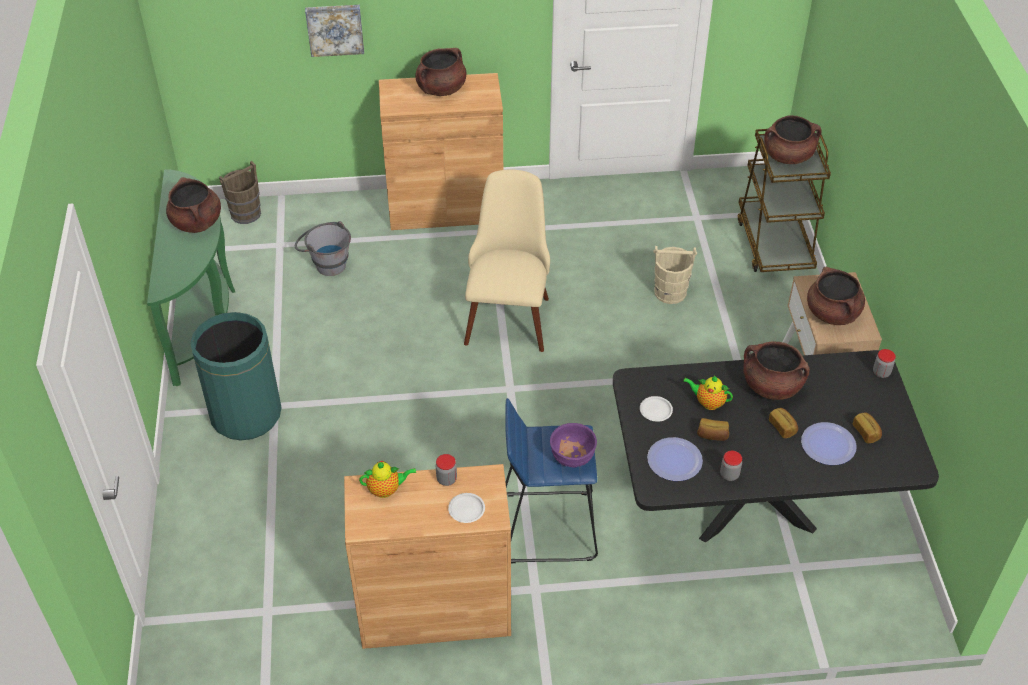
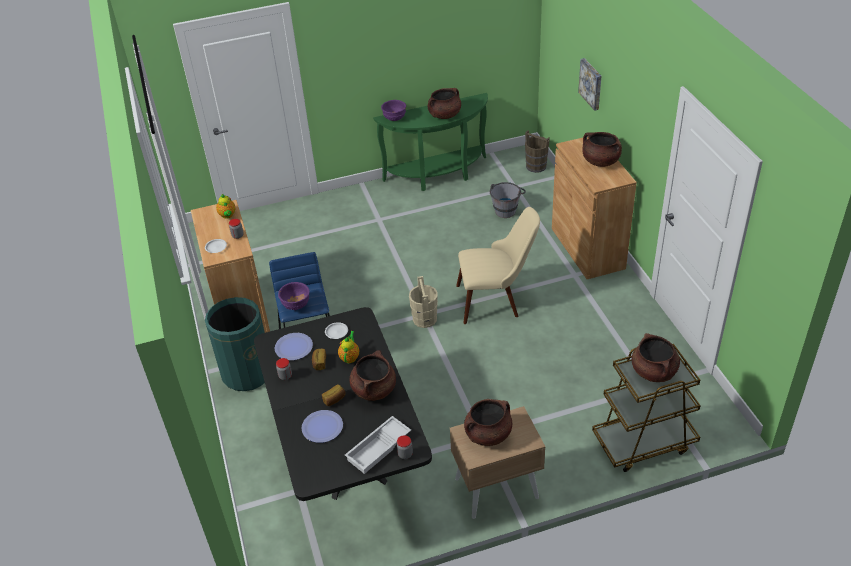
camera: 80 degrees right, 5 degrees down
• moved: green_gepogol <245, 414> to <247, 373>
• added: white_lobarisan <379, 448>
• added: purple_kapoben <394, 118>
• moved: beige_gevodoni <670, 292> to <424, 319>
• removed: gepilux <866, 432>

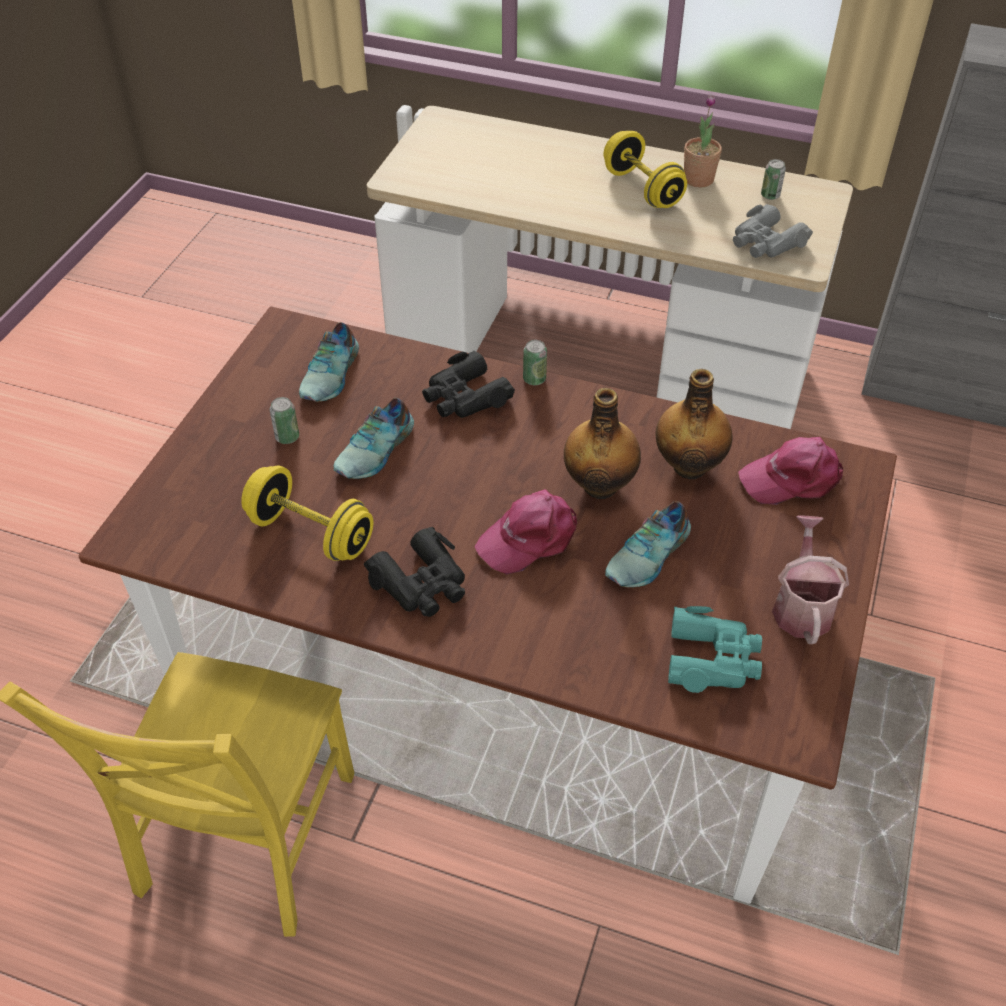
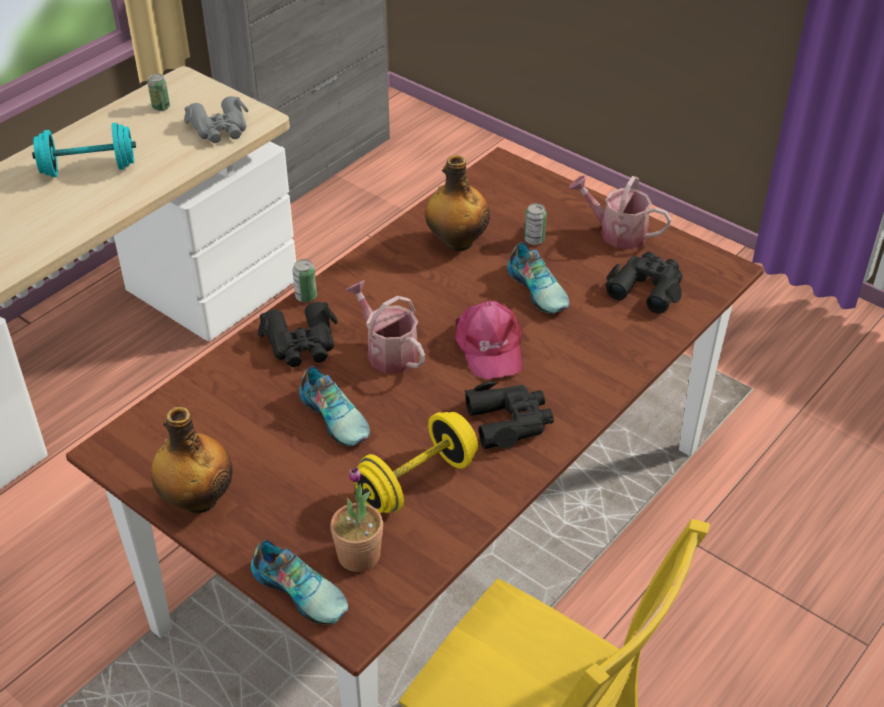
camera: 70 degrees left, 5 degrees down
• recoloured: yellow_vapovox <642, 189> to turquoise_vapovox <89, 169>
• moved: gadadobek <600, 484> to <197, 499>
• moved: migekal <332, 375> to <301, 589>
• moved: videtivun <698, 179> to <359, 555>
• added: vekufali <387, 351>
• moved: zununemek <287, 437> to <534, 240>
• recoloured: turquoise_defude <712, 659> to black_defude <647, 287>
• removed: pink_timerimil <792, 478>

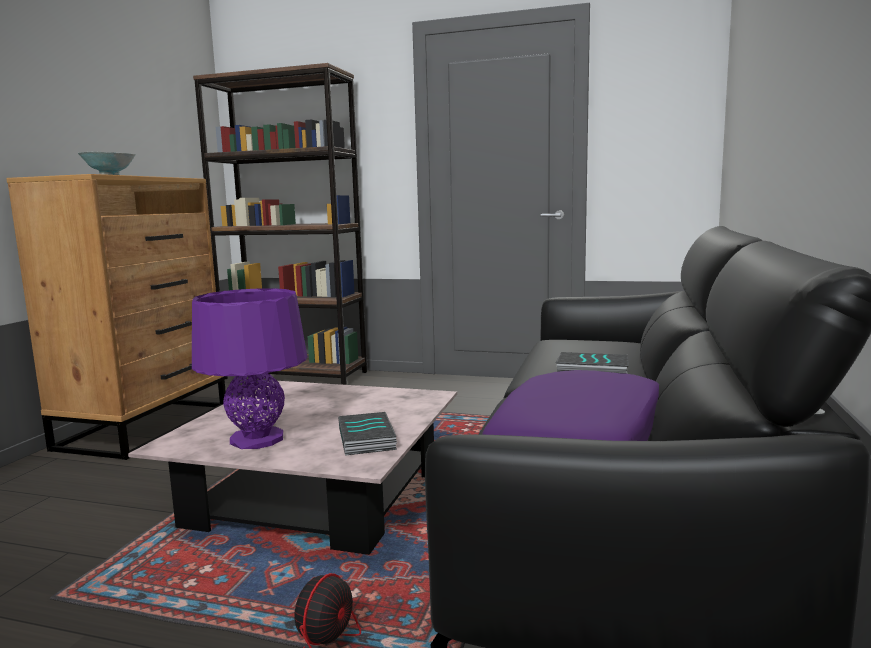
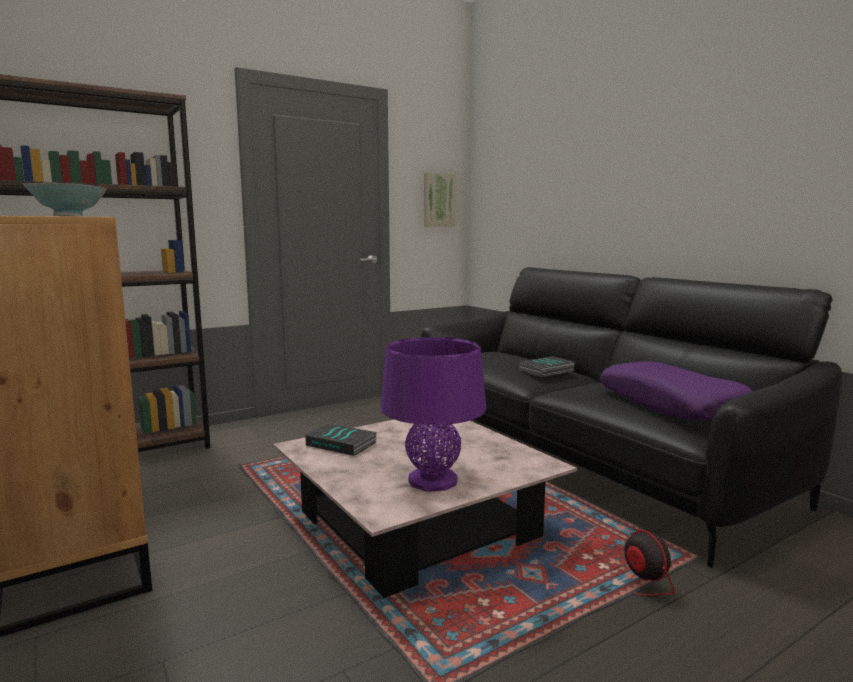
camera: 50 degrees left, 0 degrees up
• moved: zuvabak <368, 439> to <342, 444>
• added: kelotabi <438, 200>

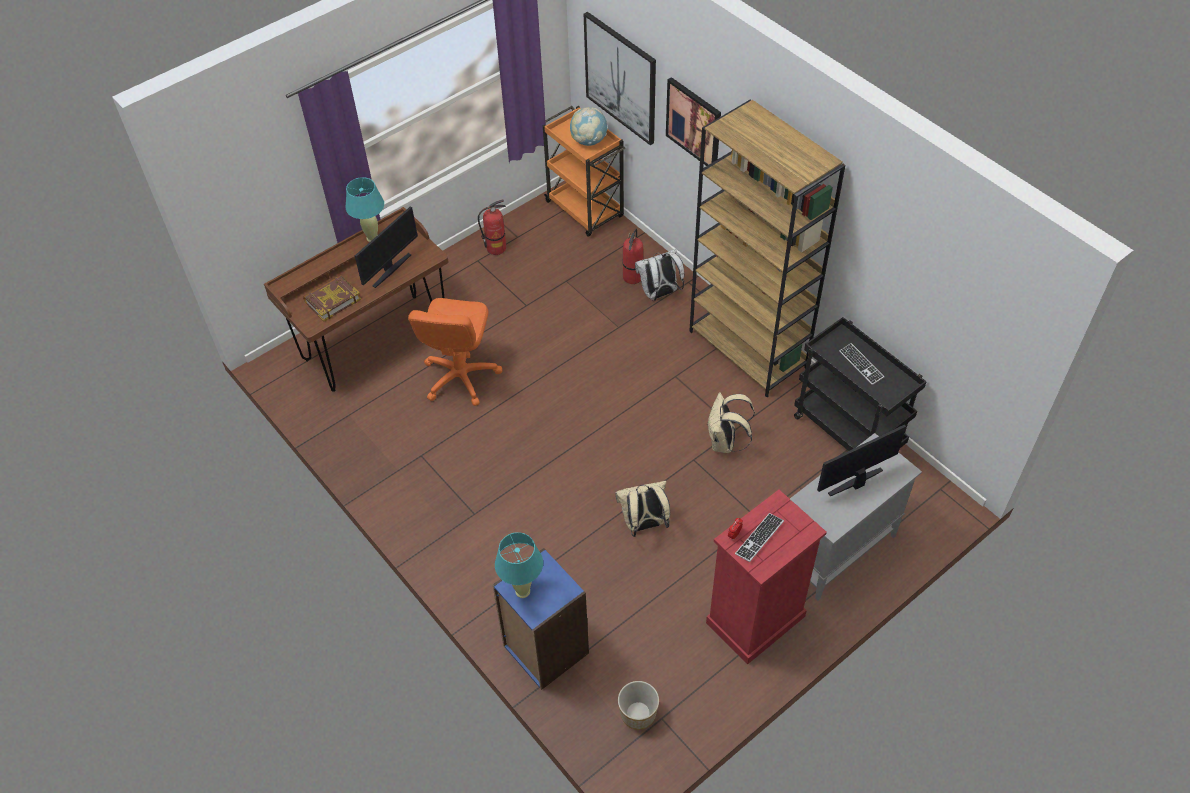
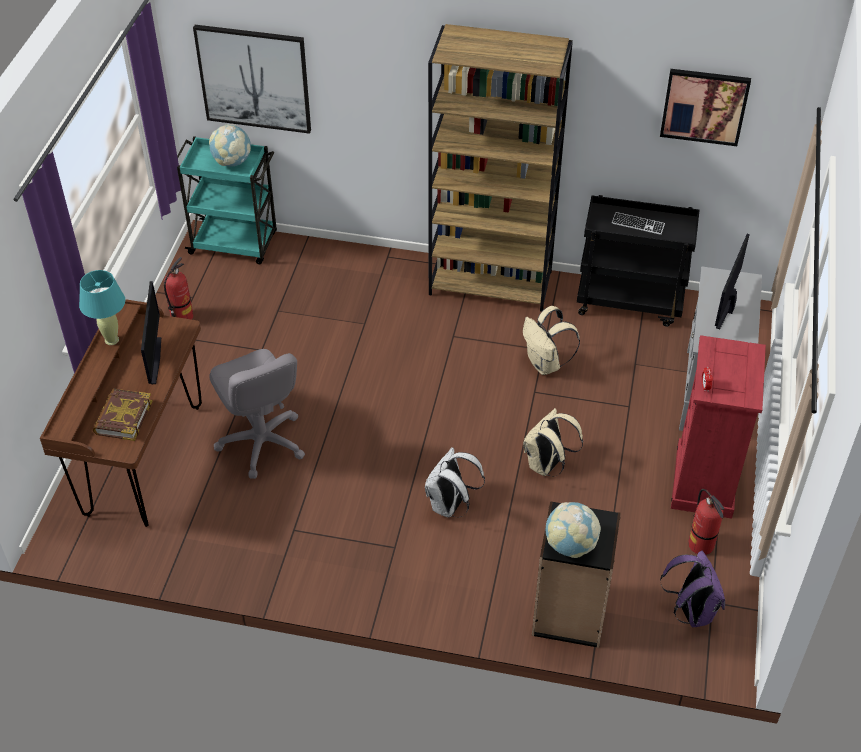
camera: 40 degrees left, 5 degrees down
• recoloured: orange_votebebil <585, 210> to turquoise_votebebil <235, 244>
• recoloured: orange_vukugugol <460, 377> to grey_vukugugol <261, 443>
• moved: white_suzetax <659, 294> to <450, 506>
• recoloured: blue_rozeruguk <545, 650> to black_rozeruguk <569, 615>
• replaced: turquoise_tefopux <522, 591> to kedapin <570, 545>
• moved: kelotabi <694, 123> to <704, 106>
• replaced: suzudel <637, 713> to purple_suzetax <690, 611>
• moved: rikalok <633, 277> to <701, 545>
• removed: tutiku <759, 538>

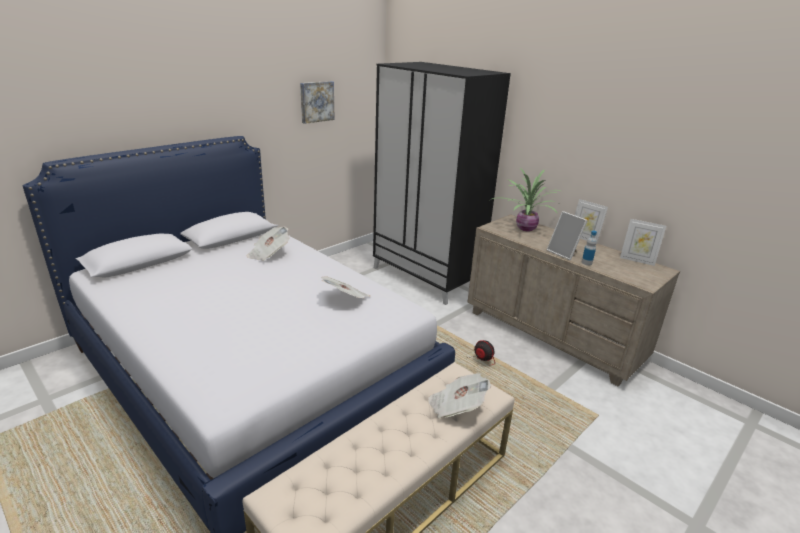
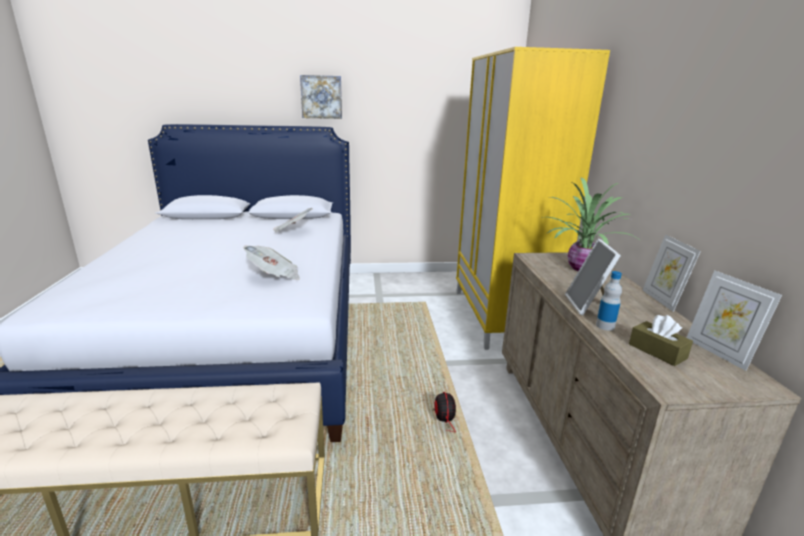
camera: 40 degrees right, 5 degrees down
• moved: kelotabi <316, 101> to <321, 97>
• recoloured: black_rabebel <426, 277> to yellow_rabebel <501, 317>
• added: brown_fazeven <657, 351>
• removed: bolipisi <456, 407>

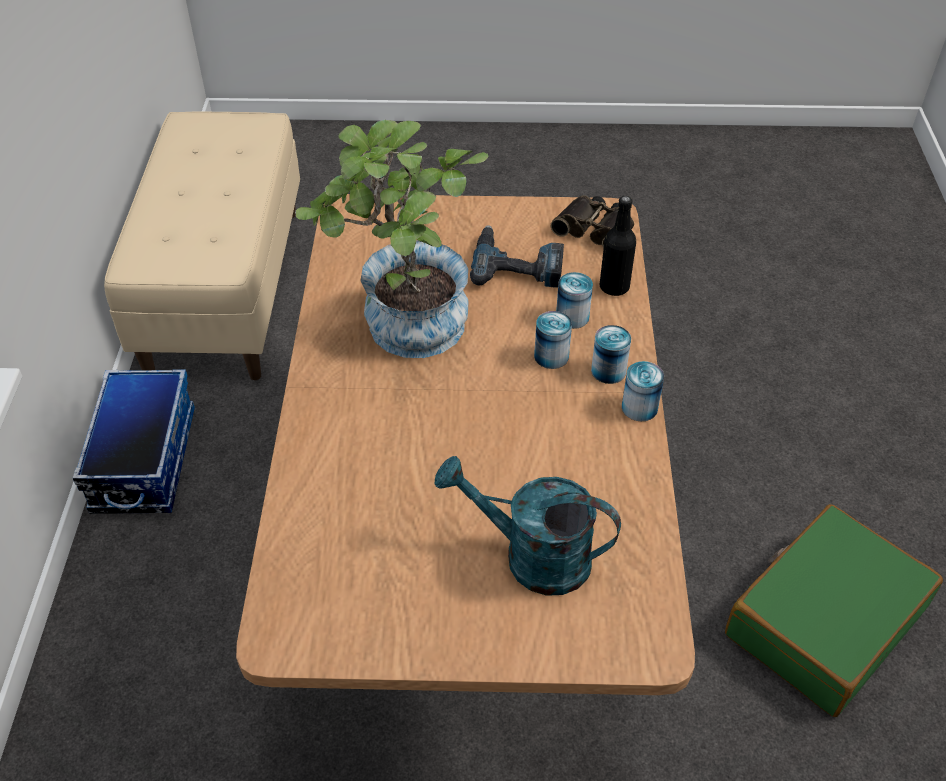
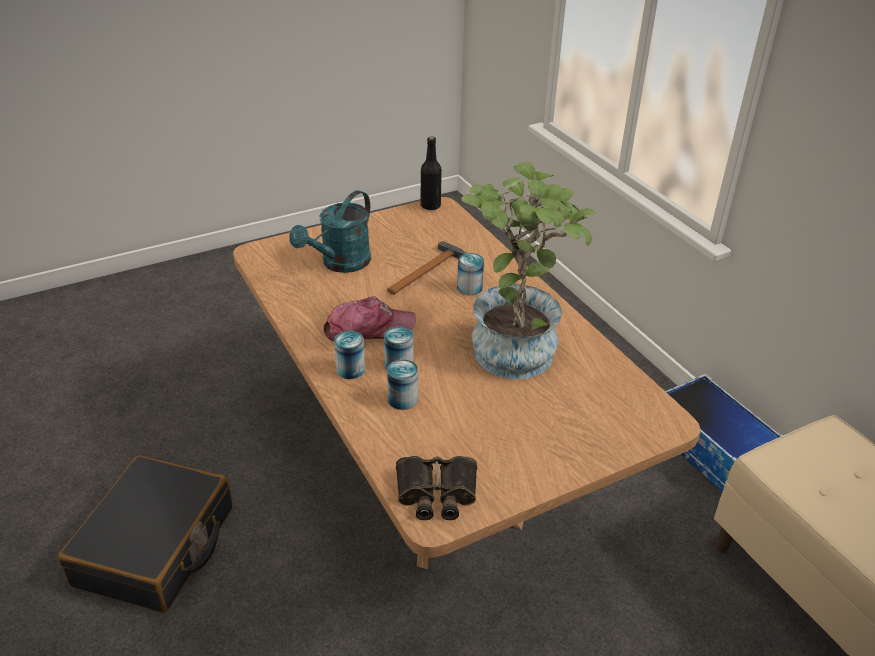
camera: 150 degrees right, 10 degrees down
• recoloured: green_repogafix <823, 621> to black_repogafix <156, 546>
• turned: turquoise_vekufali <531, 556> = <340, 264> 135 degrees clockwise
• added: timerimil <368, 329>
• added: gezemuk <428, 270>
• moved: black_gadadobek <614, 287> to <430, 206>
• moved: zununemek <639, 407> to <469, 288>
• removed: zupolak <517, 264>

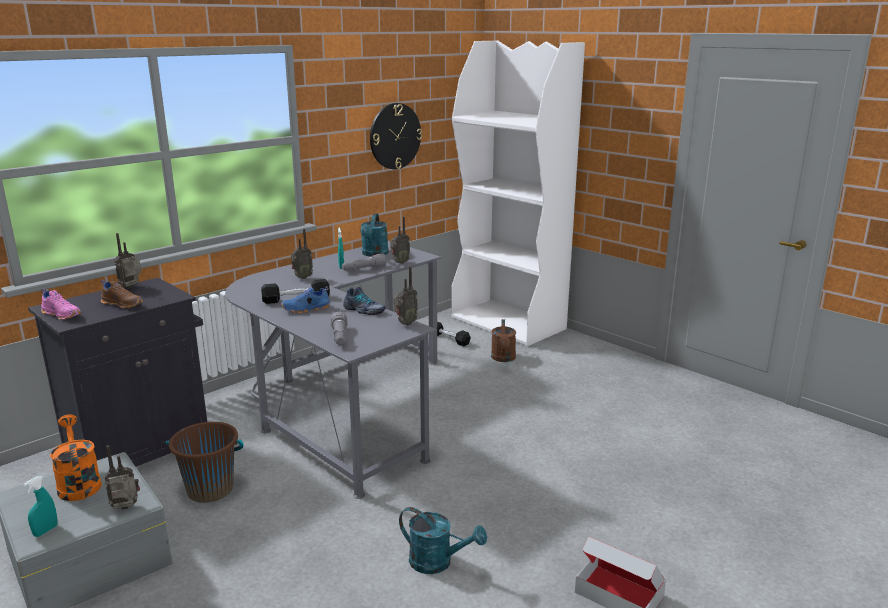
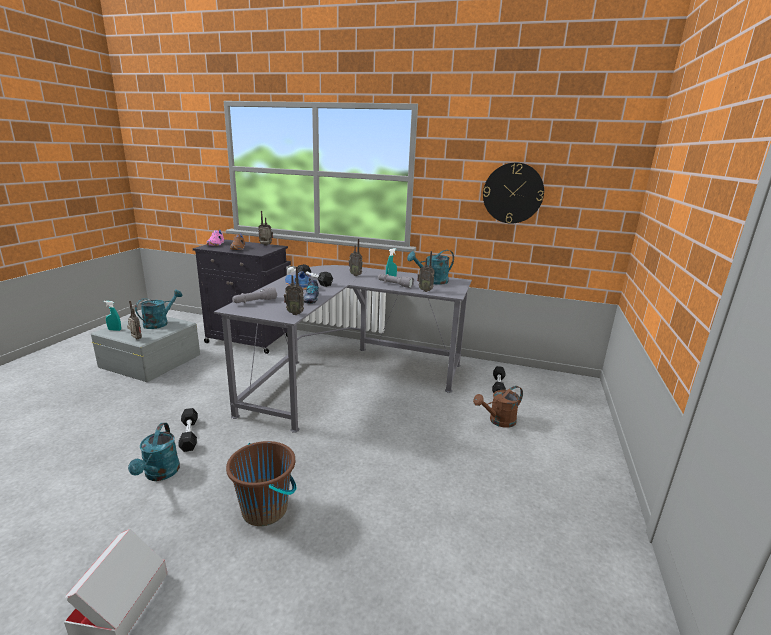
camera: 60 degrees right, 0 degrees up
• recoloured: orange_vekufali <78, 483> to turquoise_vekufali <159, 323>
• added: black_vapovox <189, 435>
• moved: brown_gevodoni <210, 489> to <265, 509>
• removed: white_rozeruguk <509, 323>

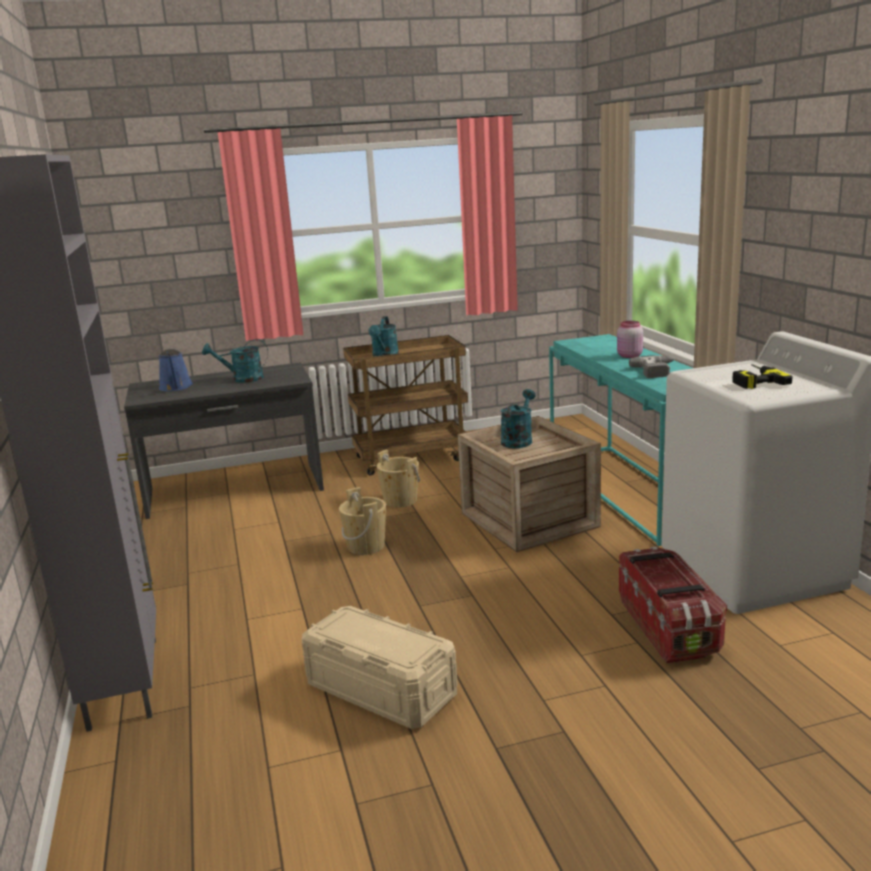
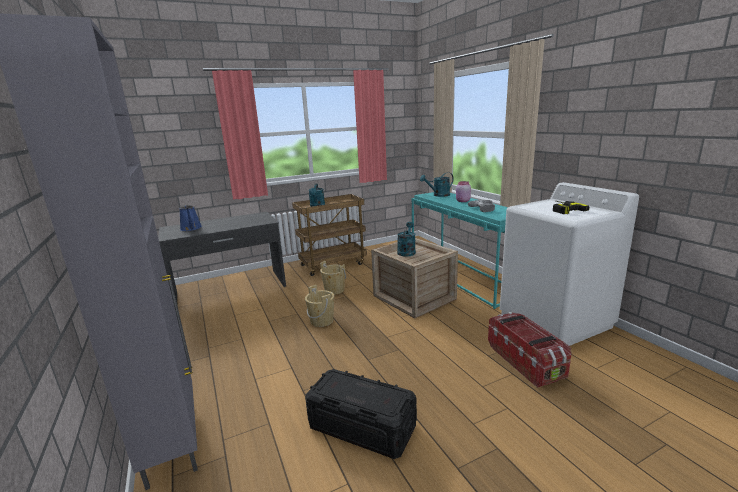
camera: 10 degrees left, 0 degrees up
• recoloured: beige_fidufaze <381, 689> to black_fidufaze <362, 426>
• moved: turquoise_vekufali <242, 379> to <438, 195>

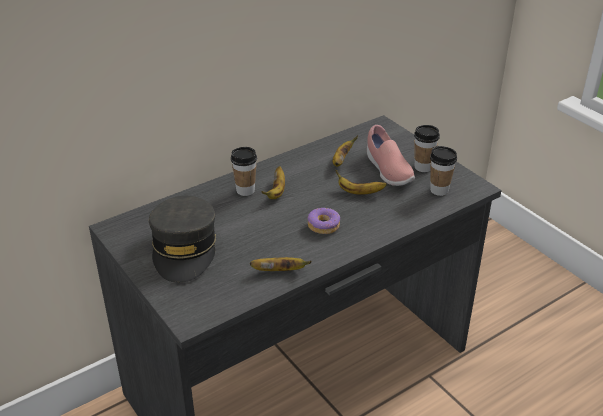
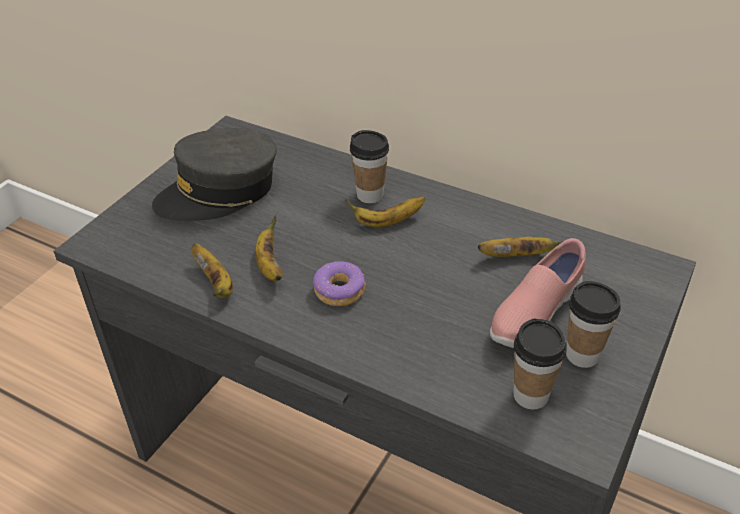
camera: 65 degrees right, 5 degrees up
• moved: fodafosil <359, 192> to <269, 265>

